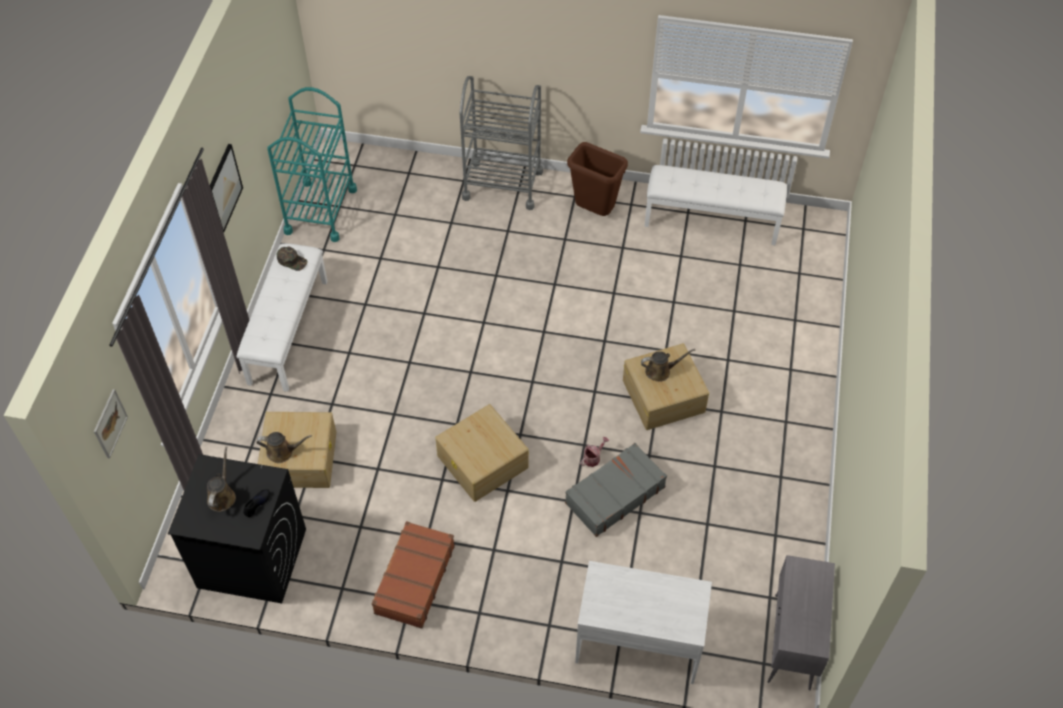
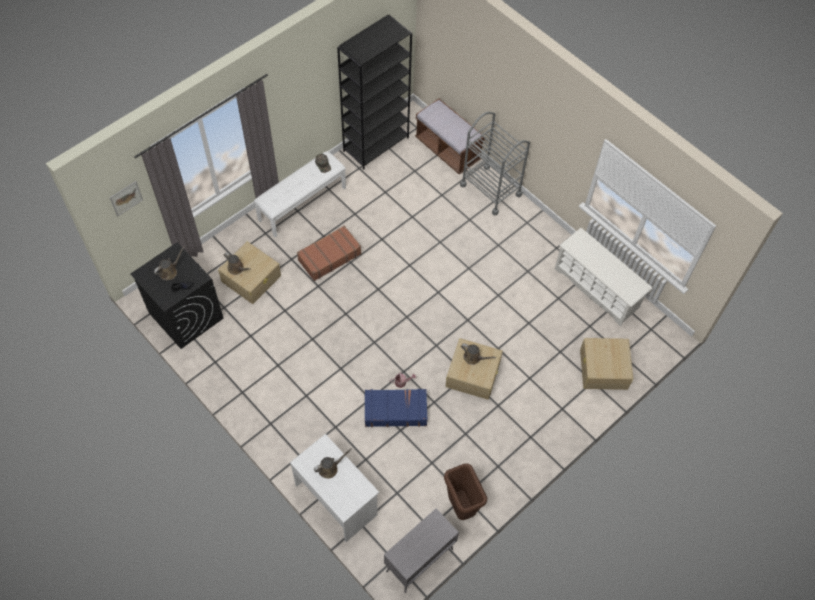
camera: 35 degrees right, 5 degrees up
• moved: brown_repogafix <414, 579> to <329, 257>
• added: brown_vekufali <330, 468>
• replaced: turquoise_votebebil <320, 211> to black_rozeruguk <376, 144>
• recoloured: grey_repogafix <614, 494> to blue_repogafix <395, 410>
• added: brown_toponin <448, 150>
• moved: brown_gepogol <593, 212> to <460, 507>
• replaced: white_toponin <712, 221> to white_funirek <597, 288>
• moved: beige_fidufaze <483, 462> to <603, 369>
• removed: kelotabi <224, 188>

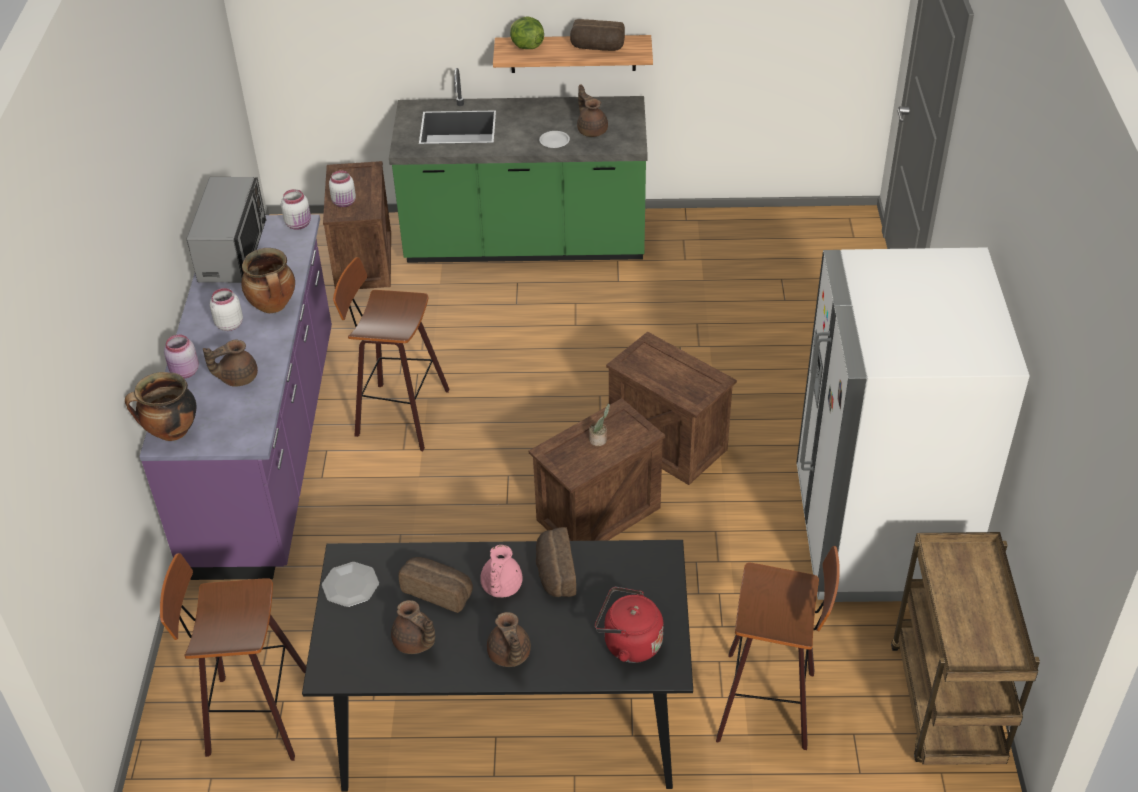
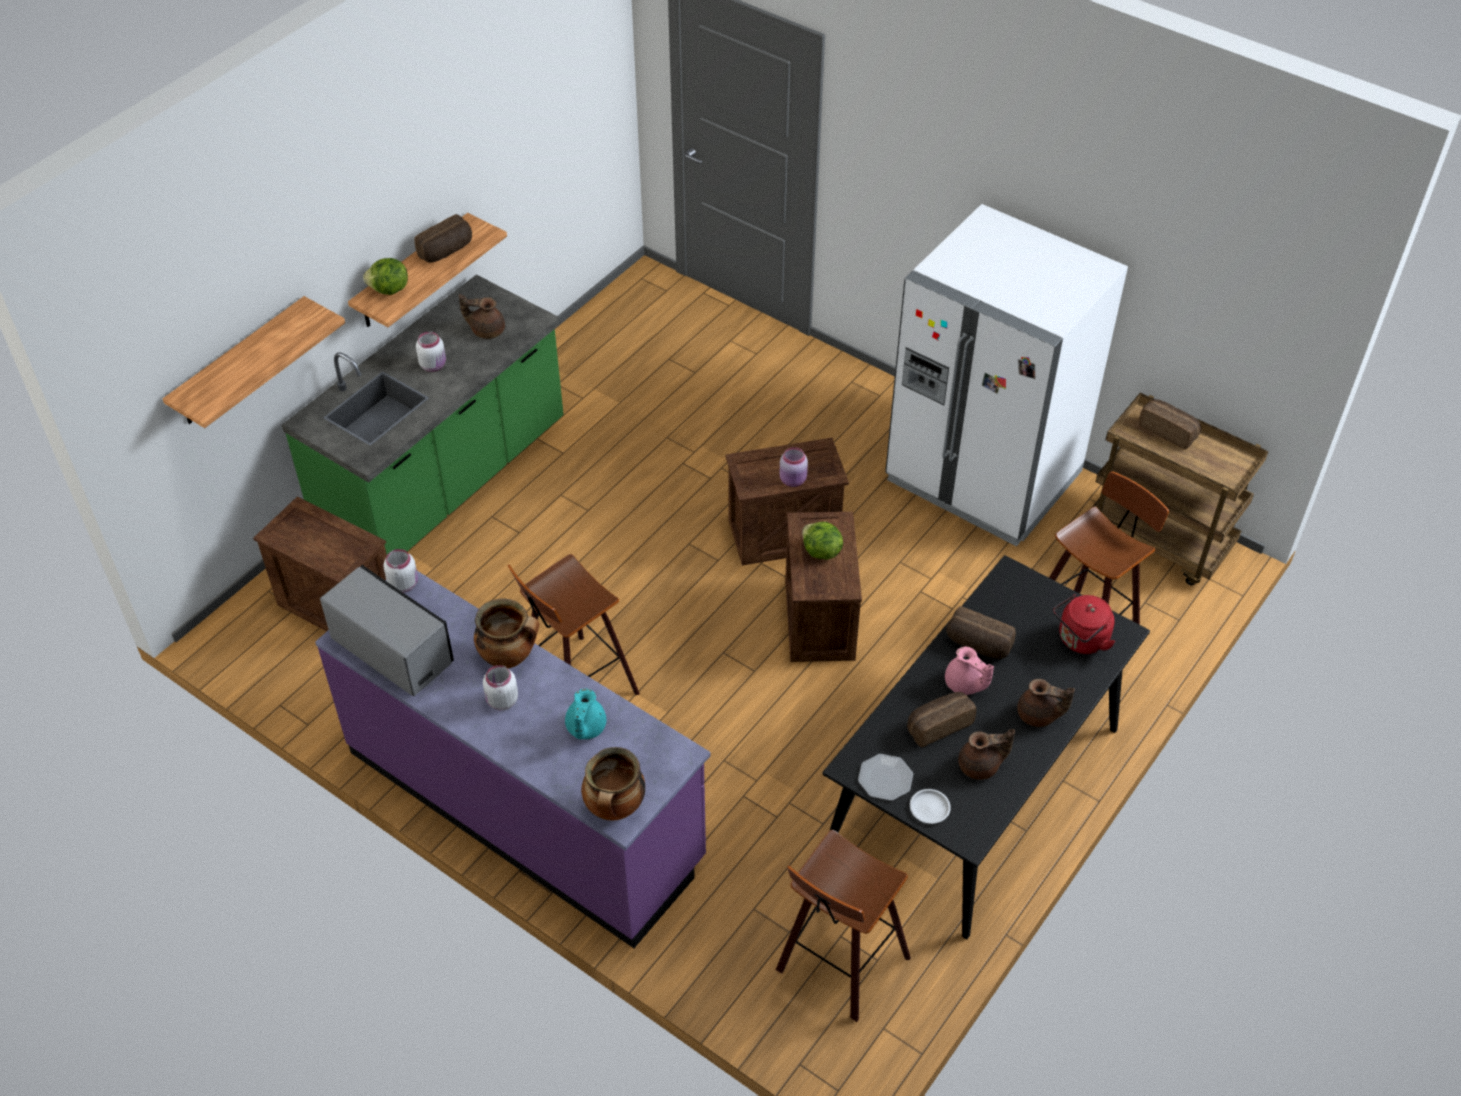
camera: 55 degrees left, 5 degrees up
• added: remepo <240, 363>
• moved: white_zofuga <344, 203> to <434, 365>
• recoloured: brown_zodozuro <237, 377> to turquoise_zodozuro <585, 728>
• moved: pink_zofuga <185, 372> to <793, 480>
• replaced: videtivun <599, 440> to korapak <821, 552>
• moved: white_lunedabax <554, 141> to <929, 808>
• added: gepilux <1168, 431>

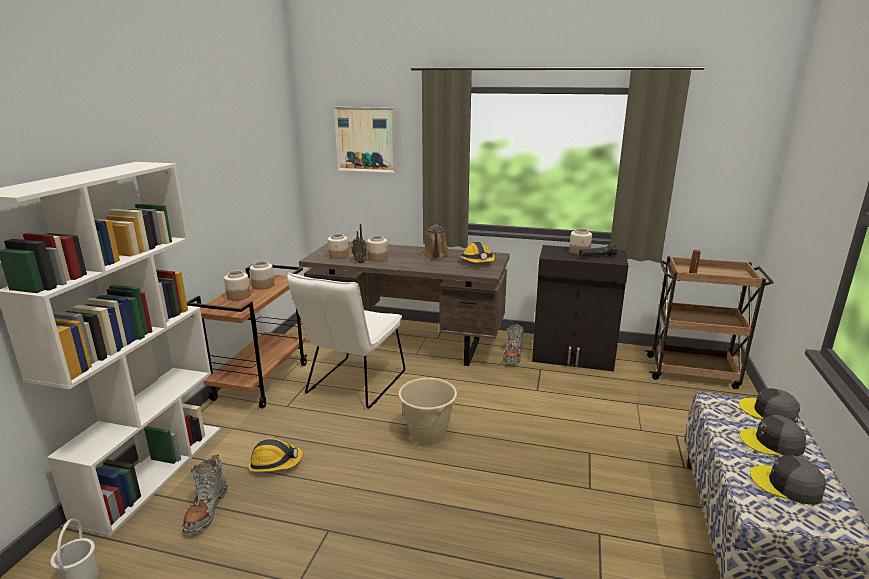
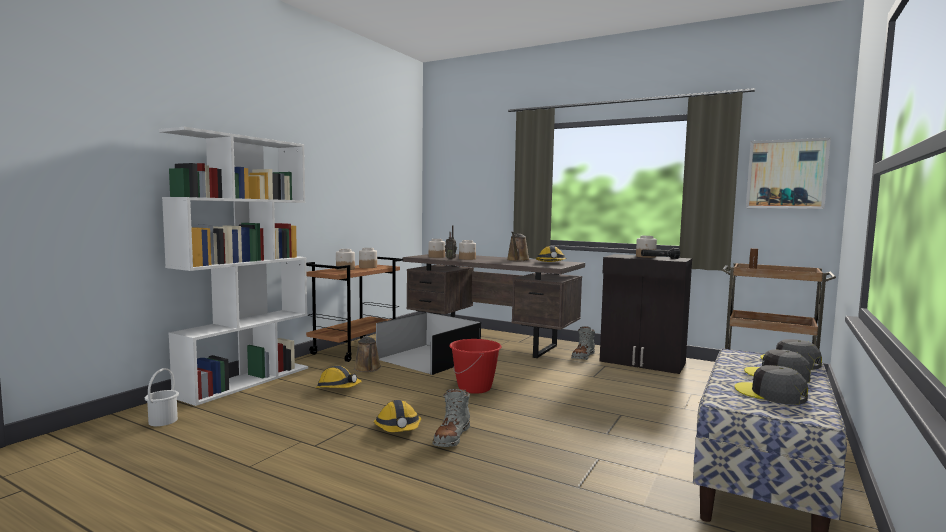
camera: 15 degrees right, 15 degrees down
• added: brown_vekufali <368, 369>
• added: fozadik <398, 428>
• replaced: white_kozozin <352, 385> to black_fidufaze <427, 358>
• moved: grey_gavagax <206, 510> to <452, 437>
• recoloured: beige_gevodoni <428, 433> to red_gevodoni <475, 388>
• moved: kelotabi <366, 139> to <786, 174>

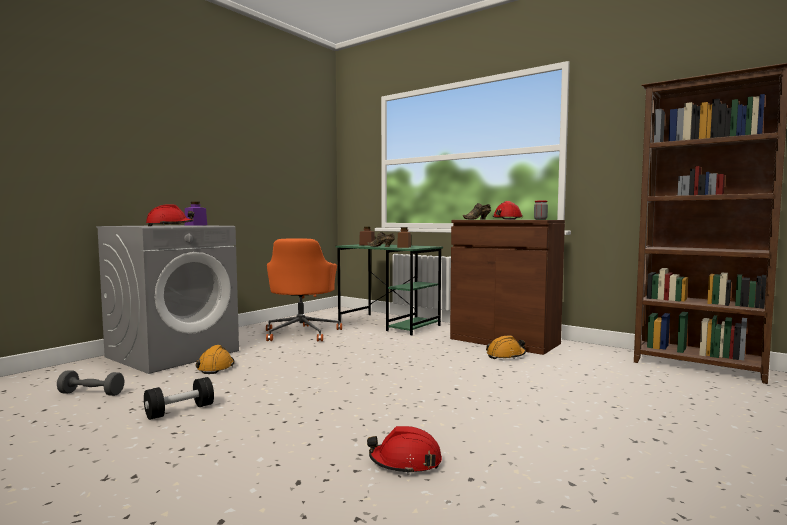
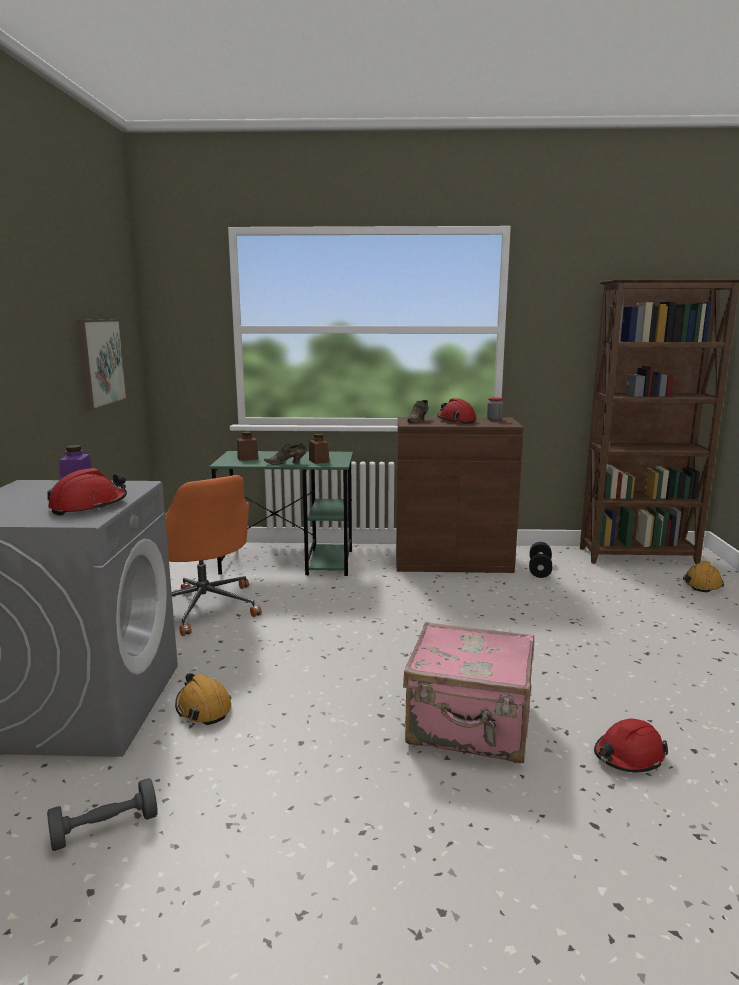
camera: 35 degrees left, 10 degrees up
• added: kelotabi <100, 362>
• added: pink_repogafix <470, 727>
• moved: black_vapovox <180, 411> to <539, 569>
• moved: orange_fozadik <506, 355> to <702, 584>

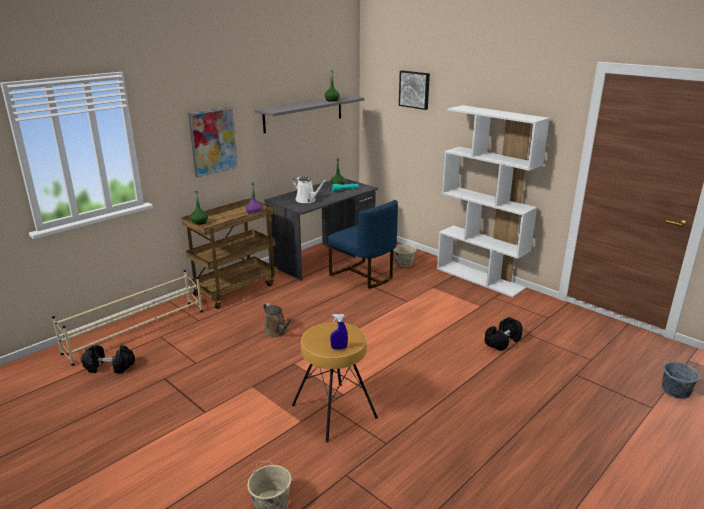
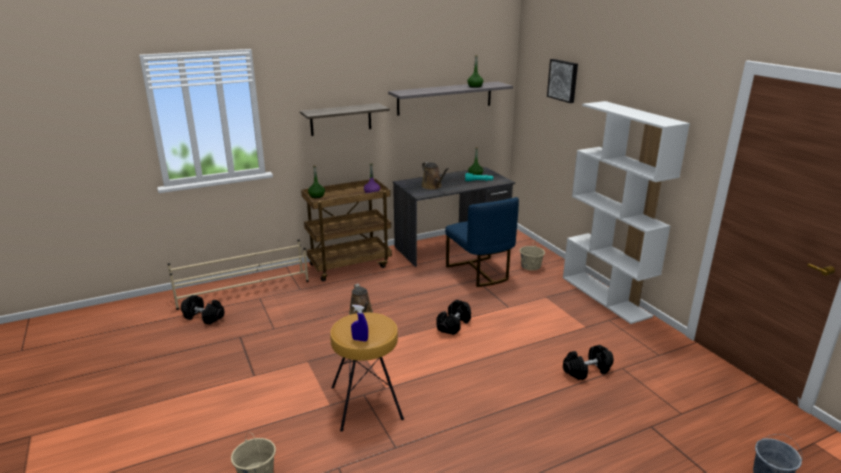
camera: 20 degrees right, 0 degrees up
• replaced: kelotabi <213, 141> to remepo <341, 119>
• recoloured: white_vekufali <307, 200> to brown_vekufali <432, 187>
• added: black_vapovox <453, 325>

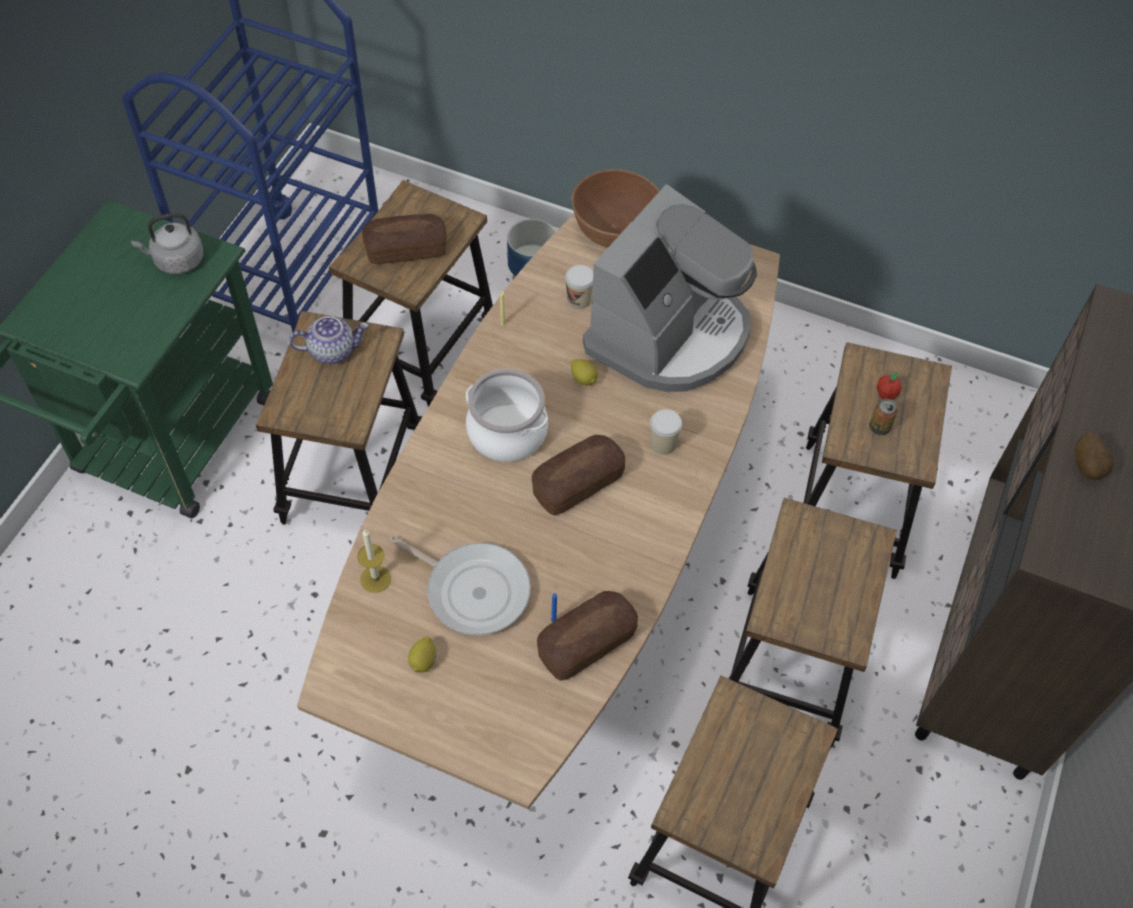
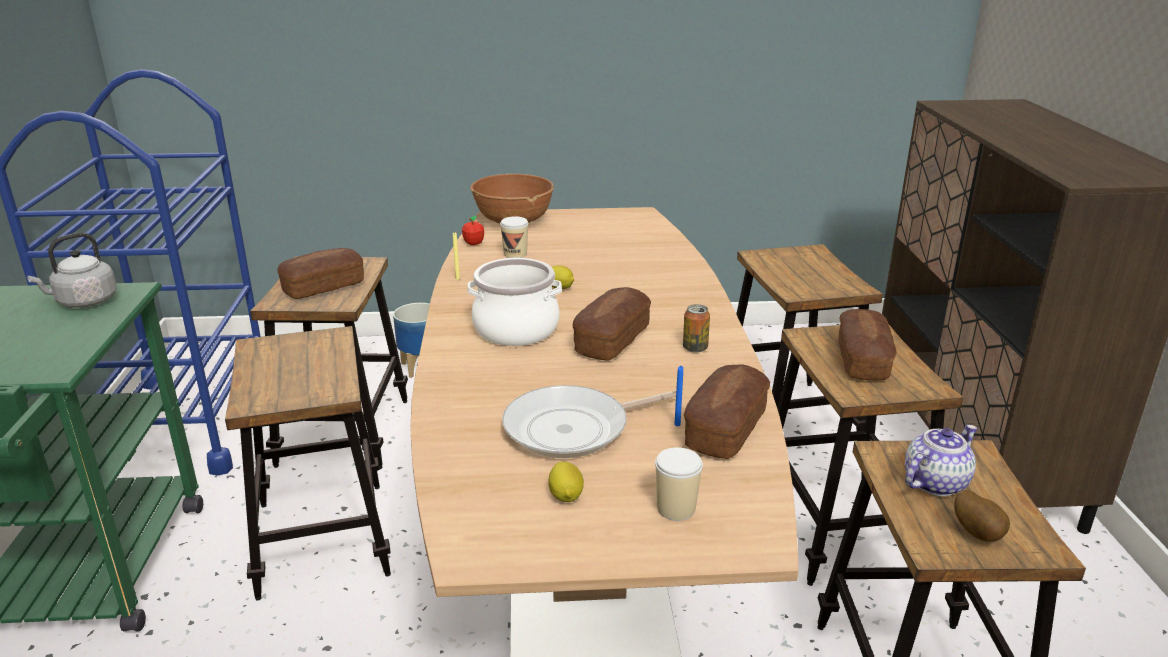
camera: 25 degrees left, 30 degrees down
• moved: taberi <886, 394> to <473, 243>
• turned: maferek <473, 589> = <573, 429> 150 degrees clockwise
• moved: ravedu <663, 444> to <676, 508>
• moved: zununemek <879, 427> to <695, 348>
• added: gepilux <862, 360>
• moved: zodozuro <332, 350> to <934, 482>
• moved: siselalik <1088, 467> to <978, 533>
• removed: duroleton <375, 579>
• removed: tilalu <669, 335>

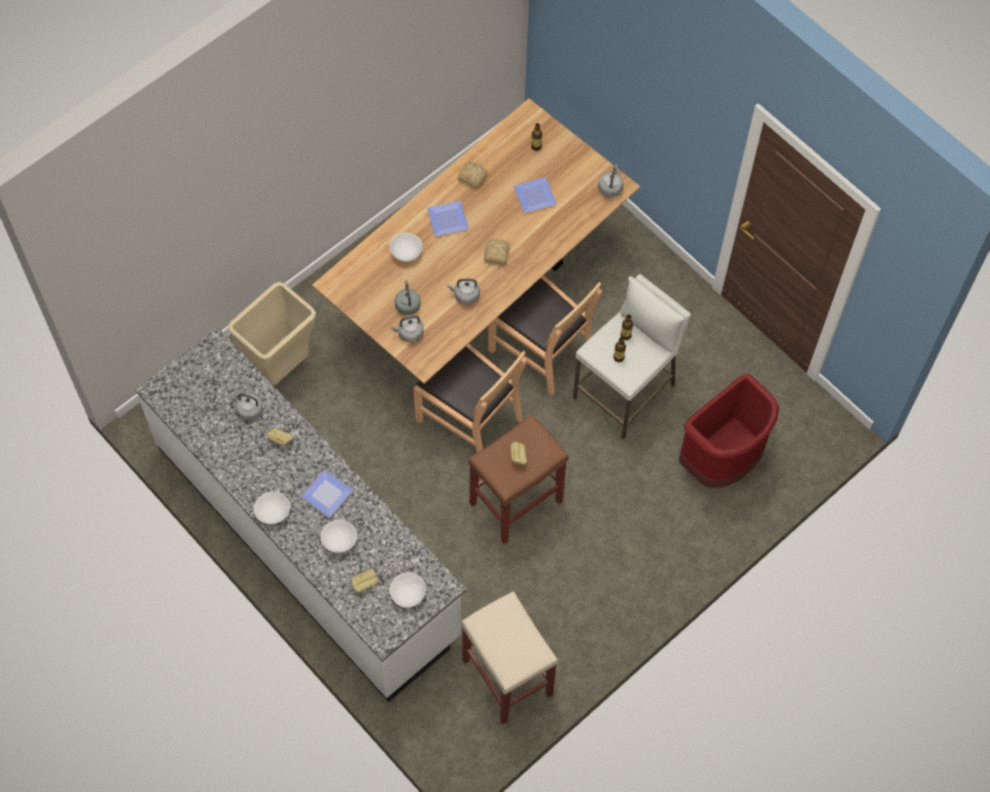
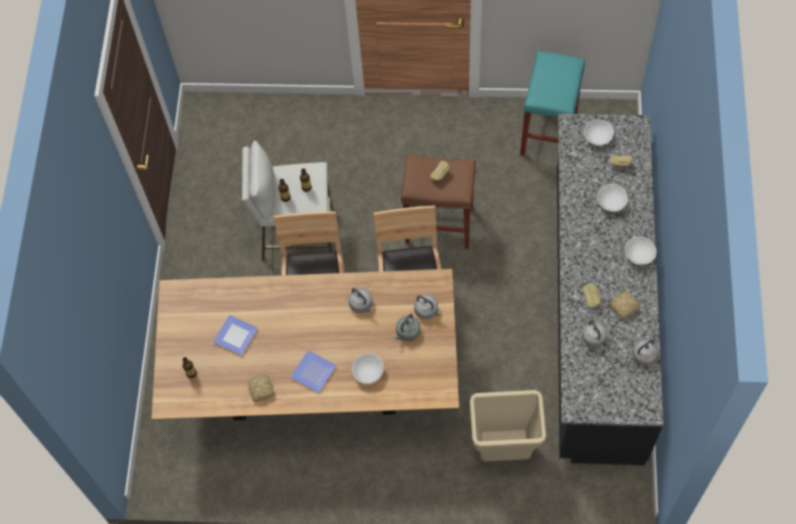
camera: 130 degrees left, 0 degrees up
• recoloured: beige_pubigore <508, 678> to turquoise_pubigore <548, 132>
• recoloured: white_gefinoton <308, 540> to black_gefinoton <595, 312>
• moved: gepilux <496, 255> to <624, 306>
• moved: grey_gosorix <610, 188> to <642, 356>
• removed: lunedabax <327, 492>
• removed: red_gepogol <722, 460>

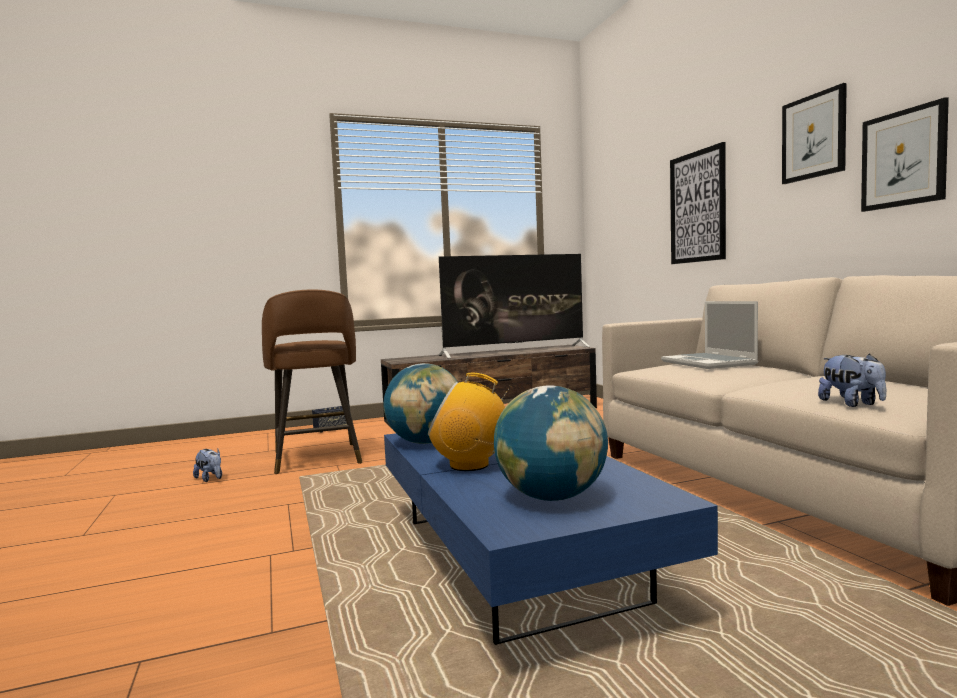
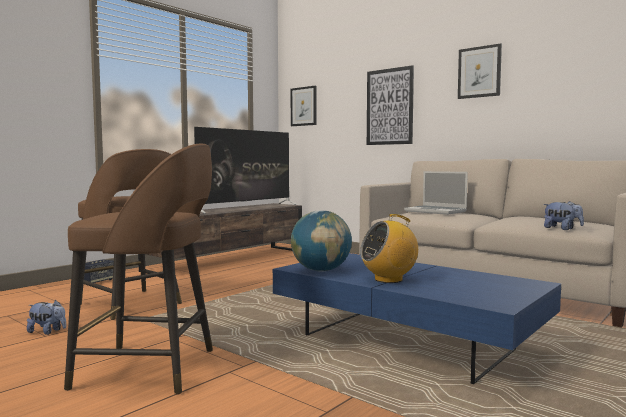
camera: 30 degrees left, 0 degrees up
• added: brown_pubigore <150, 368>
• moved: kelotabi <903, 158> to <303, 106>
• removed: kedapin <552, 497>

